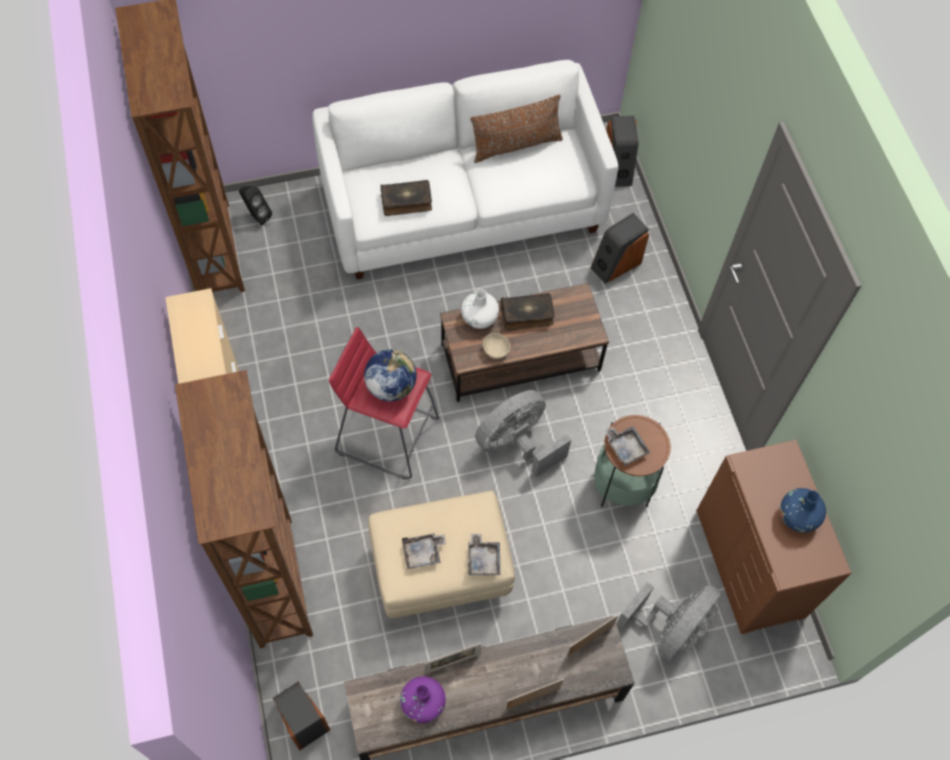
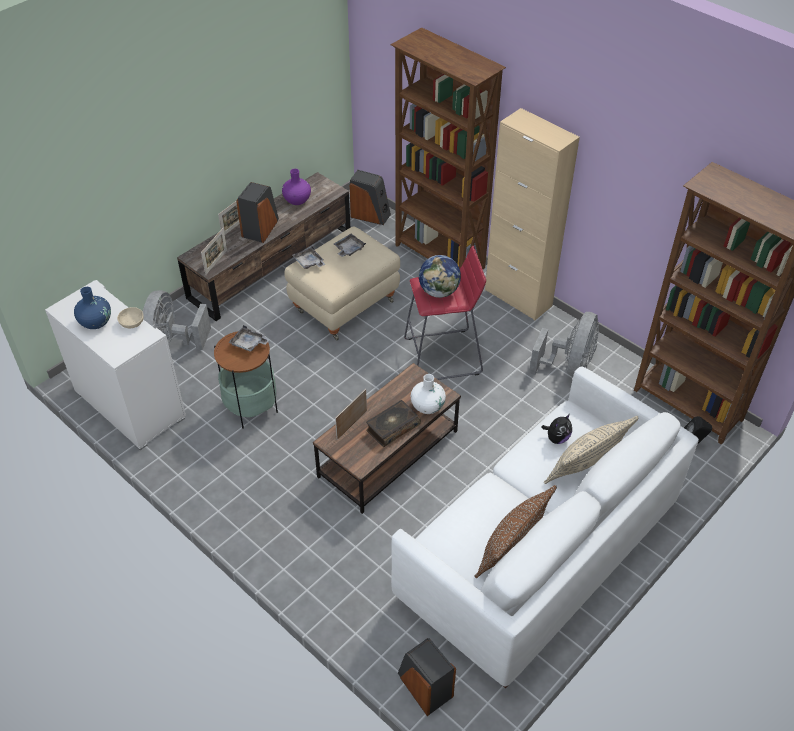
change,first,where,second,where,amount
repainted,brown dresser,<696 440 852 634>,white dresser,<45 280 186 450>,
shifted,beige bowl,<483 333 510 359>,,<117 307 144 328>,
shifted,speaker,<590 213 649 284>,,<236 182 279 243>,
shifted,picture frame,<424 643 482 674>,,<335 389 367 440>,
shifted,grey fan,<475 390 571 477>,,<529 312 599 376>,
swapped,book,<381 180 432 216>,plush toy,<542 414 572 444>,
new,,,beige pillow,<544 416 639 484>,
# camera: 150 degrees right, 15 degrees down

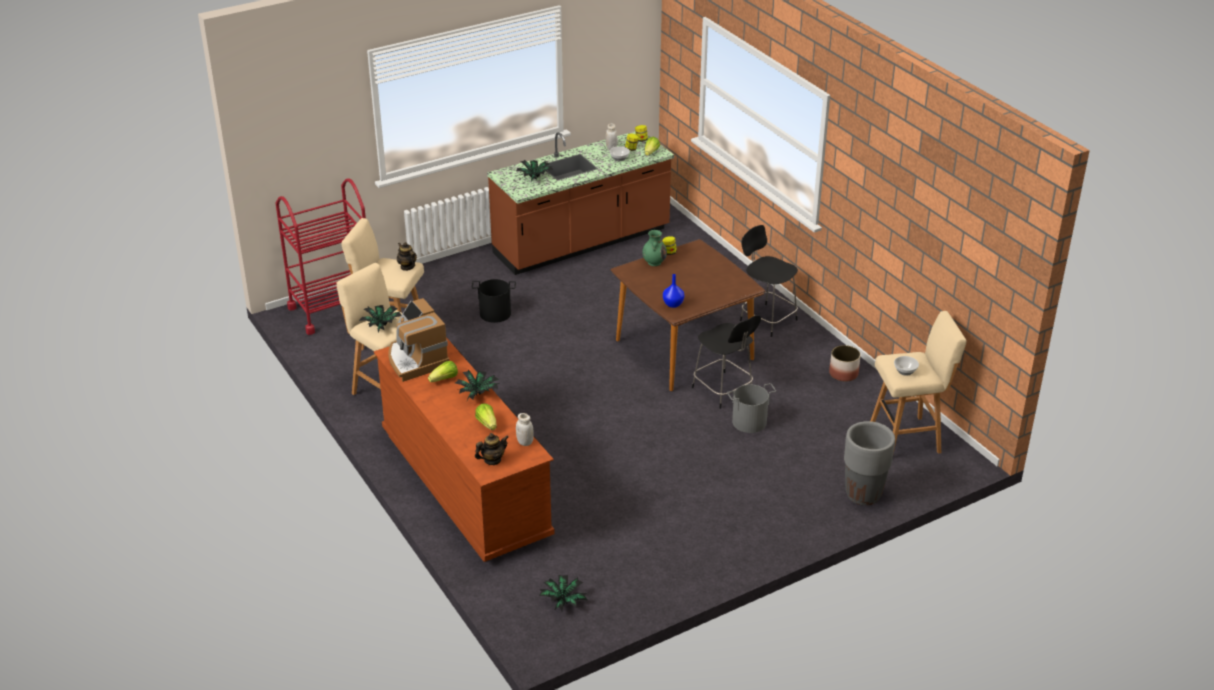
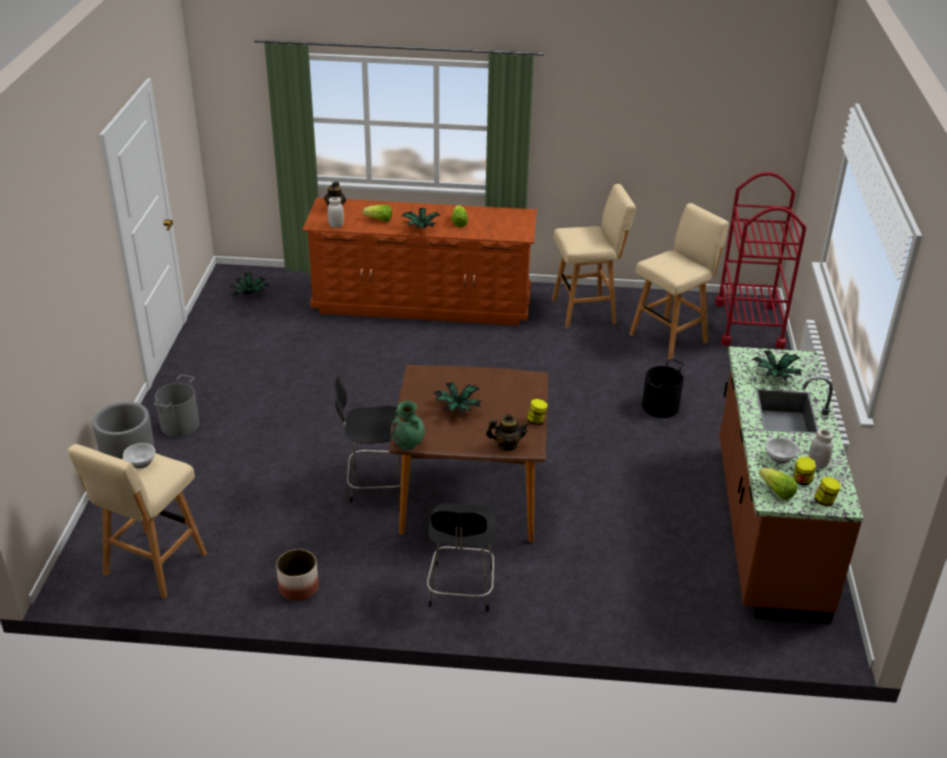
change,first,where,second,where,amount
shifted,grey bucket,<727 383 776 433>,,<154 375 200 437>,
shifted,green vase,<642 230 667 266>,,<390 401 425 450>,
rotated,black chair,<740 225 798 337>,,<427 503 496 612>,105 degrees clockwise
shifted,potted plant,<359 305 401 333>,,<433 382 484 414>,
shifted,teapot,<397 242 417 271>,,<486 414 530 451>,
gone,coffee machine,<388 298 450 382>,,,
gone,blue vase,<663 274 684 308>,,,
# camera: 125 degrees right, 0 degrees up

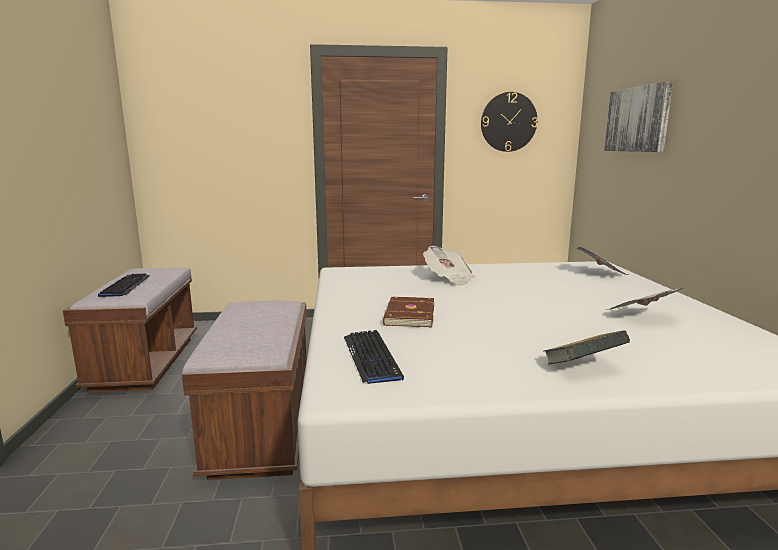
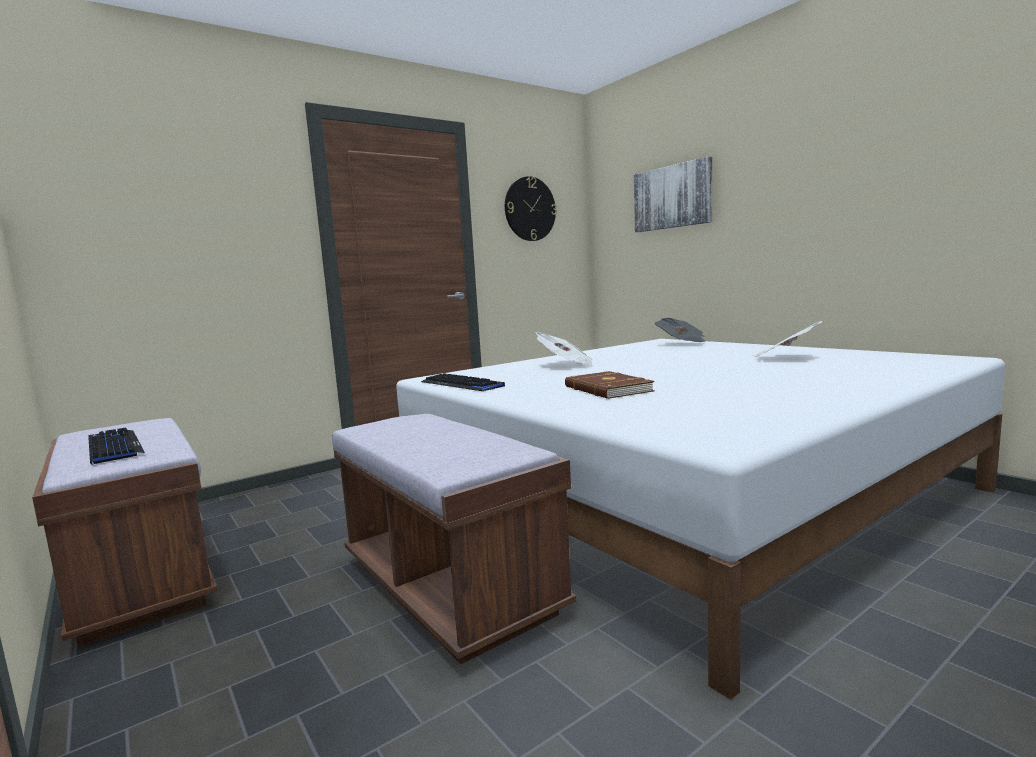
change,first,where,second,where,amount
shifted,keyboard,<344 330 404 384>,,<421 373 505 391>,
gone,book,<544 330 630 365>,,,
# camera: 30 degrees left, 5 degrees down

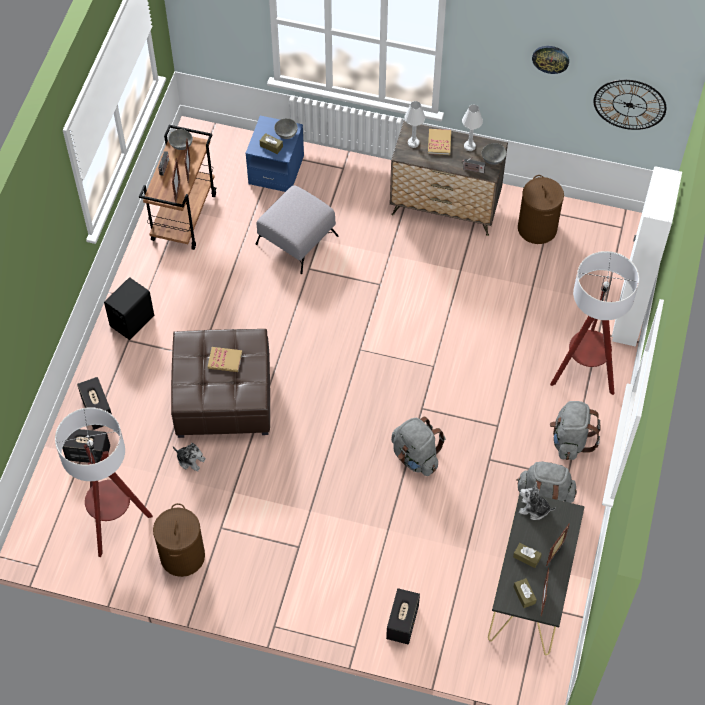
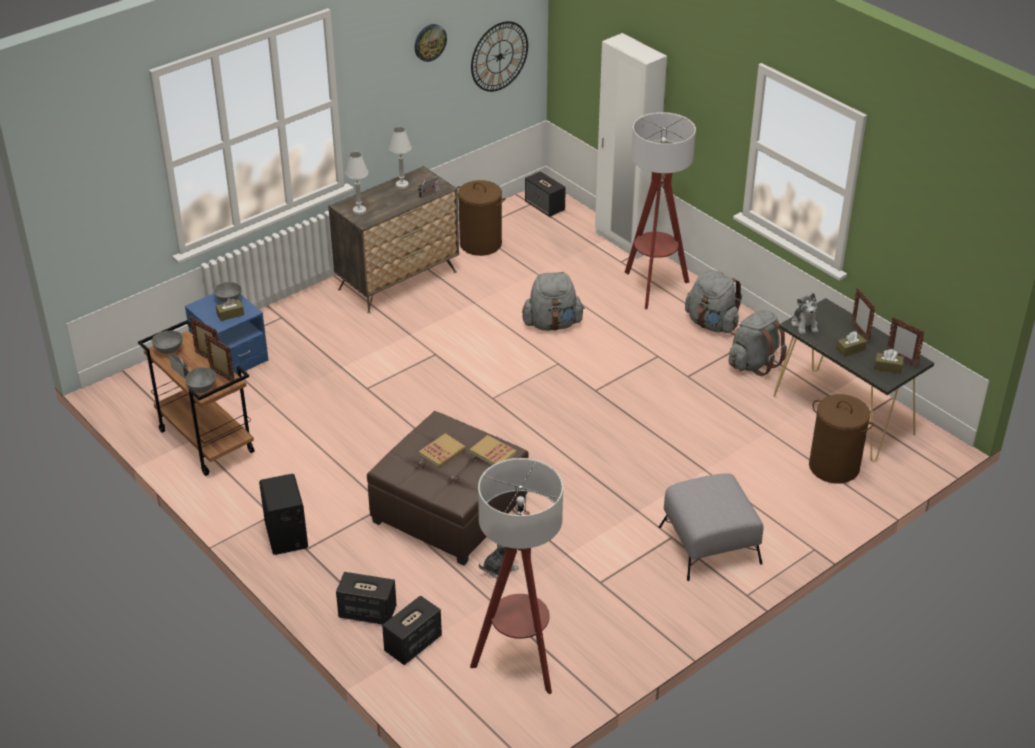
change,first,where,second,where,amount
shifted,grey bowl,<482 143 506 165>,,<185 367 216 393>,
shifted,book,<428 129 451 155>,,<469 435 517 465>,
shifted,grey backpack,<391 417 446 476>,,<522 272 585 331>,
shifted,speaker,<386 588 420 645>,,<525 171 566 217>,
shifted,grey ottoman,<256 185 338 274>,,<659 473 763 581>,
rotated,plush toy,<519 482 556 520>,,<792 293 818 334>,60 degrees counterclockwise
shifted,brown laundry basket,<153 503 205 577>,,<809 394 874 484>,
# camera: 55 degrees left, 20 degrees down

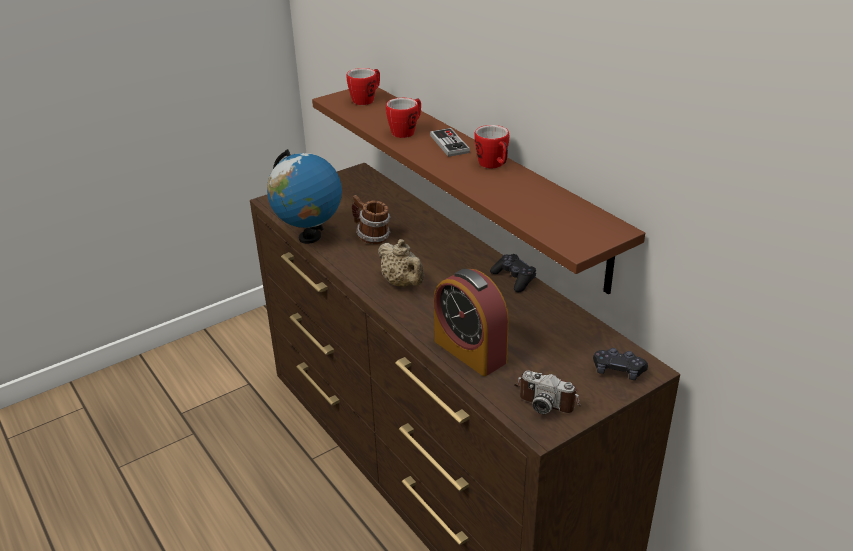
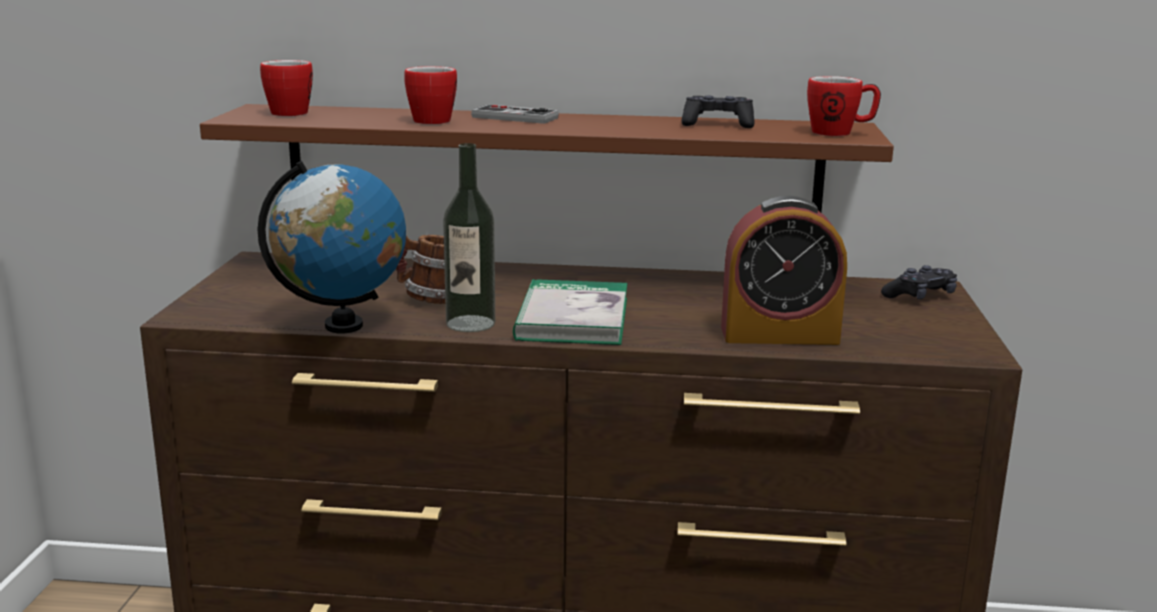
change,first,where,second,where,amount
new,,,bottle,<443 143 495 332>,
swapped,beige teapot,<378 239 424 287>,book,<513 279 628 345>,
shifted,black game controller,<490 254 536 292>,,<682 96 755 128>,
shifted,mug,<474 125 509 169>,,<807 76 881 136>,
gone,photo camera,<514 370 581 414>,,,
# camera: 50 degrees left, 15 degrees down

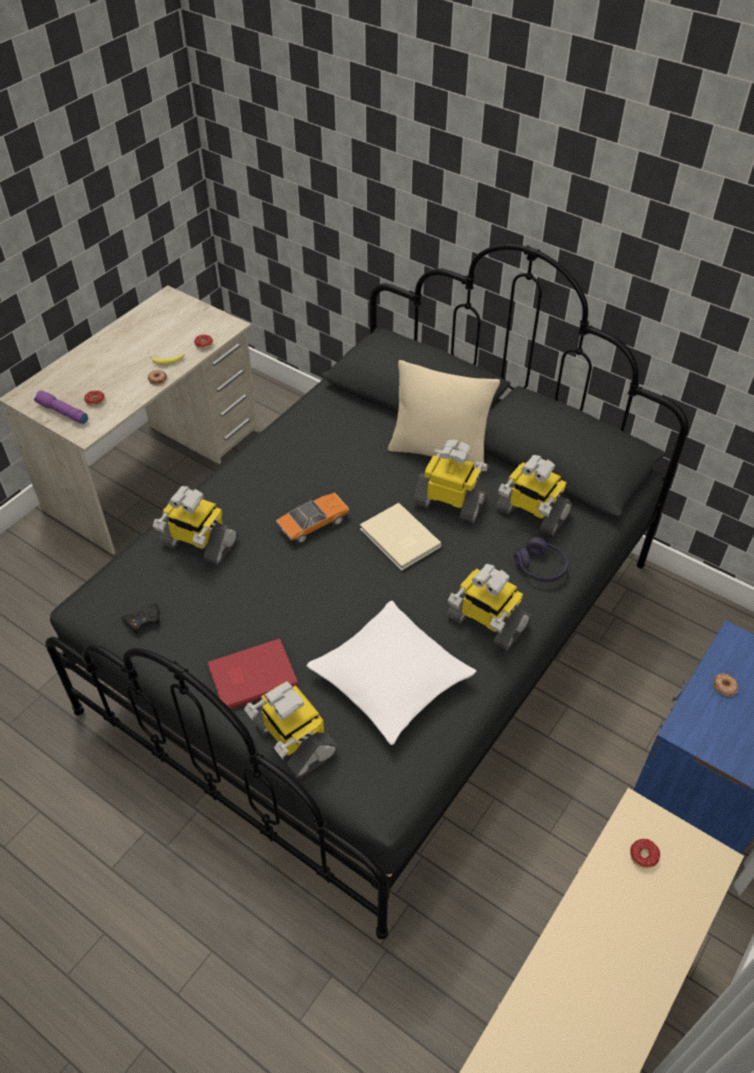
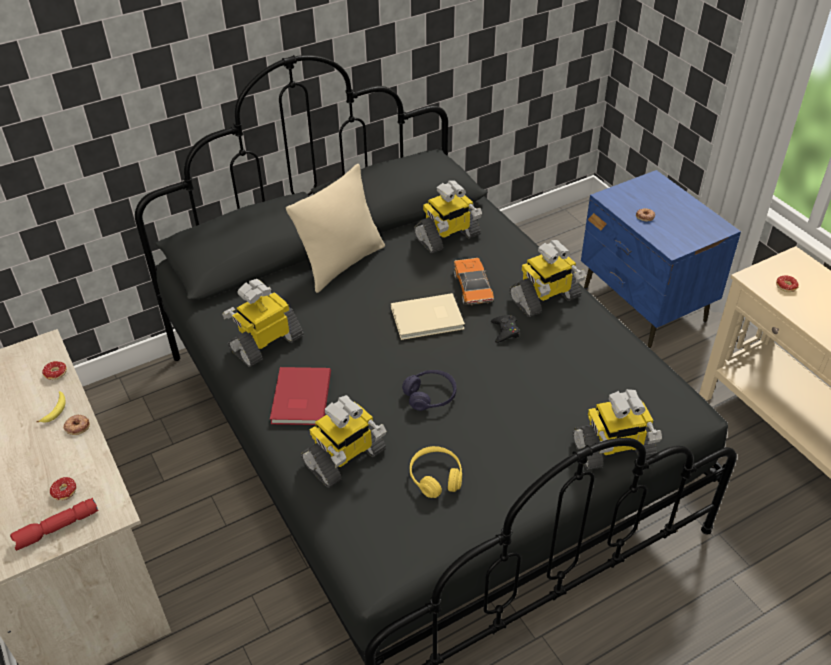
change,first,where,second,where,amount
repainted,purple flashlight,<34 391 88 424>,red flashlight,<10 498 99 551>,
shifted,toy robot,<413 440 488 523>,,<222 279 303 367>,
shifted,red book,<208 638 298 709>,,<270 367 331 425>,
shifted,purple headphones,<514 537 568 582>,,<402 370 456 411>,
new,,,yellow headphones,<410 446 462 498>,
shifted,toy car,<276 493 350 543>,,<454 258 494 306>,
shifted,black game controller,<122 603 159 634>,,<491 315 520 343>,
gone,white pillow,<306 600 477 745>,,,
# camera: 65 degrees left, 5 degrees down

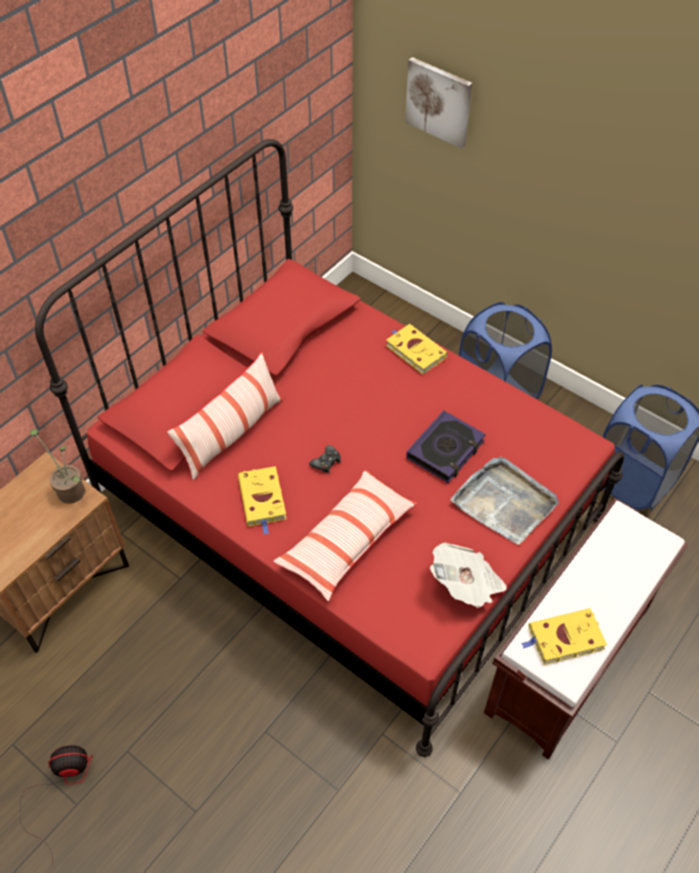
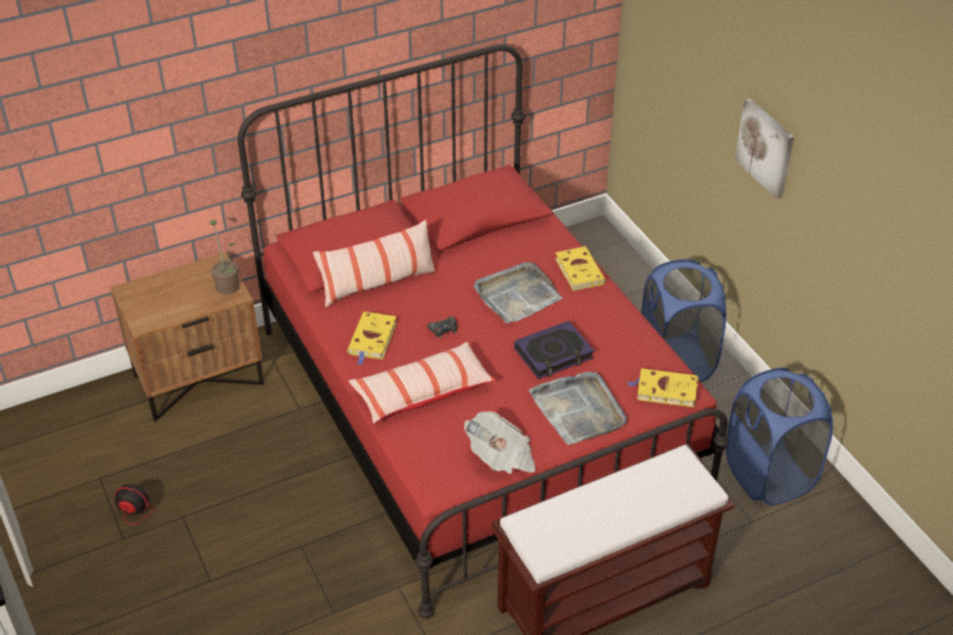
change,first,where,second,where,amount
new,,,grey tray,<474 262 562 324>,
shifted,yellow book,<521 608 607 665>,,<628 368 698 407>,
shifted,picture,<405 57 472 149>,,<735 98 794 199>,
# camera: 25 degrees right, 10 degrees down

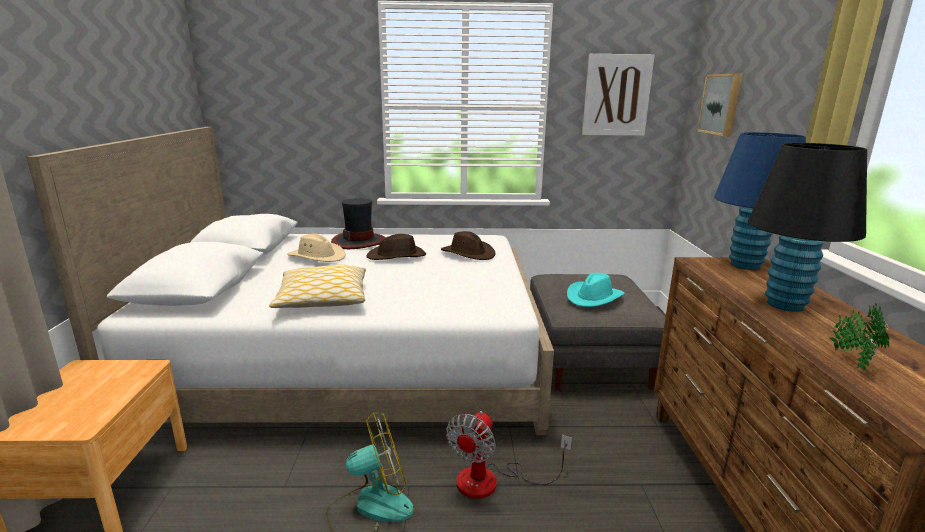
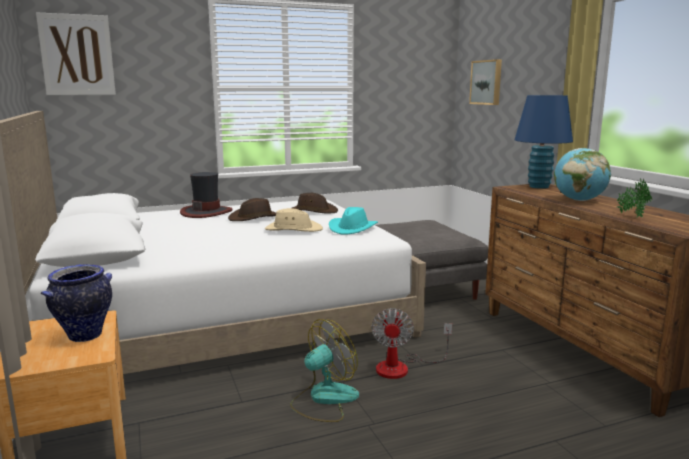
change,first,where,second,where,amount
shifted,picture,<582 54 655 136>,,<36 12 116 95>,
new,,,vase,<41 264 112 342>,
shifted,beige hat,<287 234 346 262>,,<265 208 323 232>,
shifted,turquoise hat,<567 273 625 307>,,<329 207 378 234>,
swapped,black table lamp,<748 143 867 312>,globe,<554 148 611 201>,
gone,pillow,<269 264 366 308>,,,
# camera: 20 degrees left, 5 degrees down

